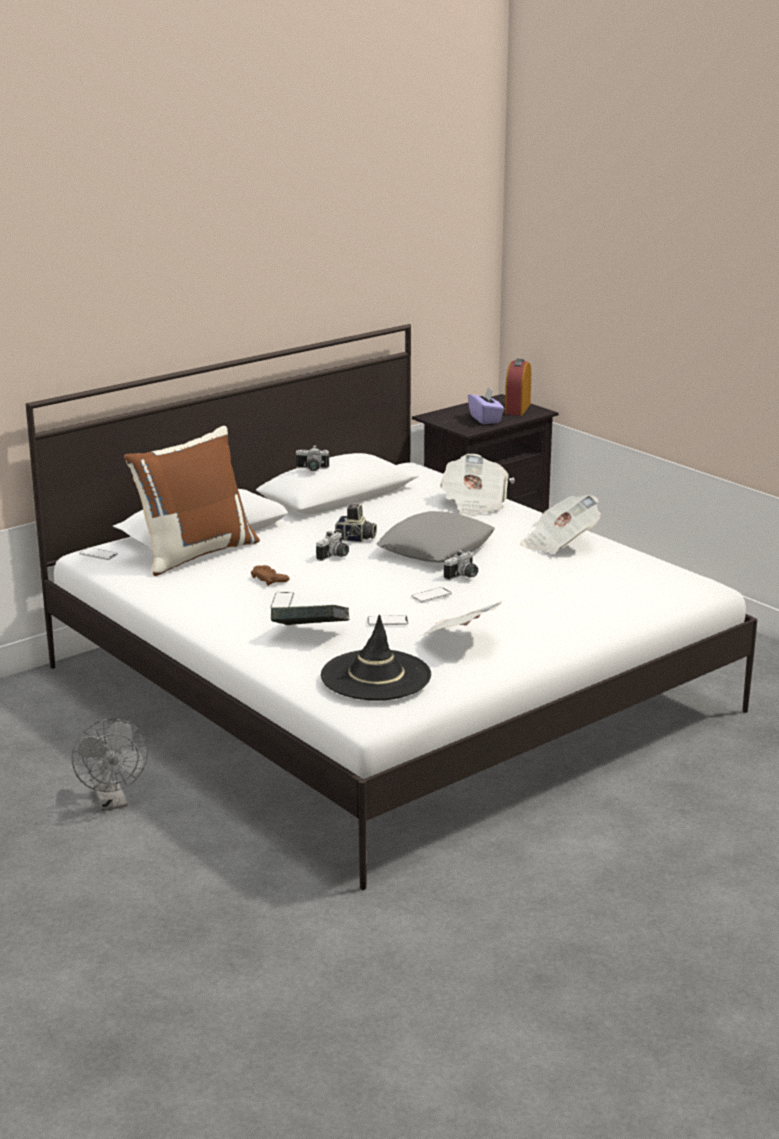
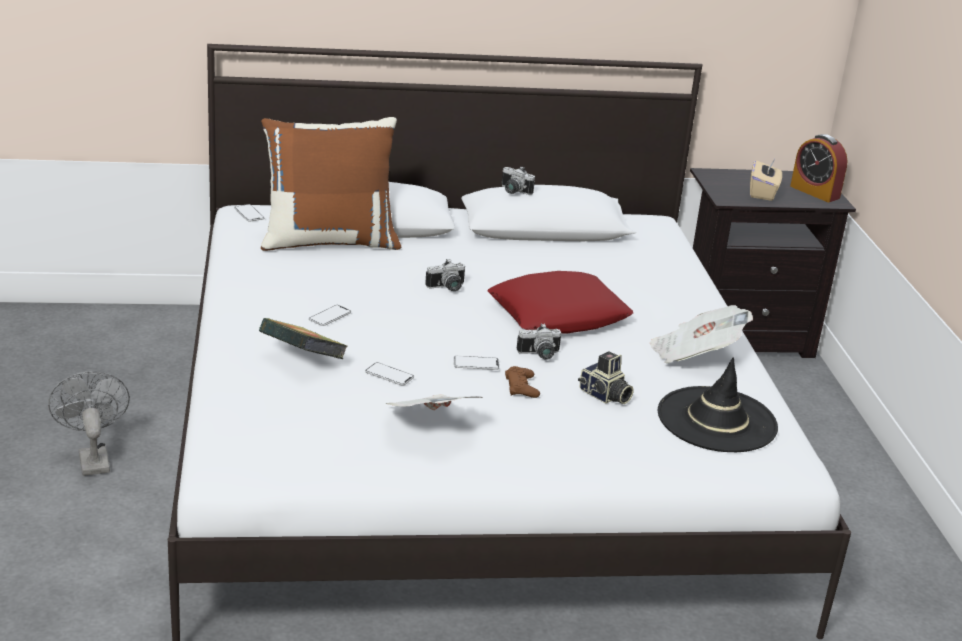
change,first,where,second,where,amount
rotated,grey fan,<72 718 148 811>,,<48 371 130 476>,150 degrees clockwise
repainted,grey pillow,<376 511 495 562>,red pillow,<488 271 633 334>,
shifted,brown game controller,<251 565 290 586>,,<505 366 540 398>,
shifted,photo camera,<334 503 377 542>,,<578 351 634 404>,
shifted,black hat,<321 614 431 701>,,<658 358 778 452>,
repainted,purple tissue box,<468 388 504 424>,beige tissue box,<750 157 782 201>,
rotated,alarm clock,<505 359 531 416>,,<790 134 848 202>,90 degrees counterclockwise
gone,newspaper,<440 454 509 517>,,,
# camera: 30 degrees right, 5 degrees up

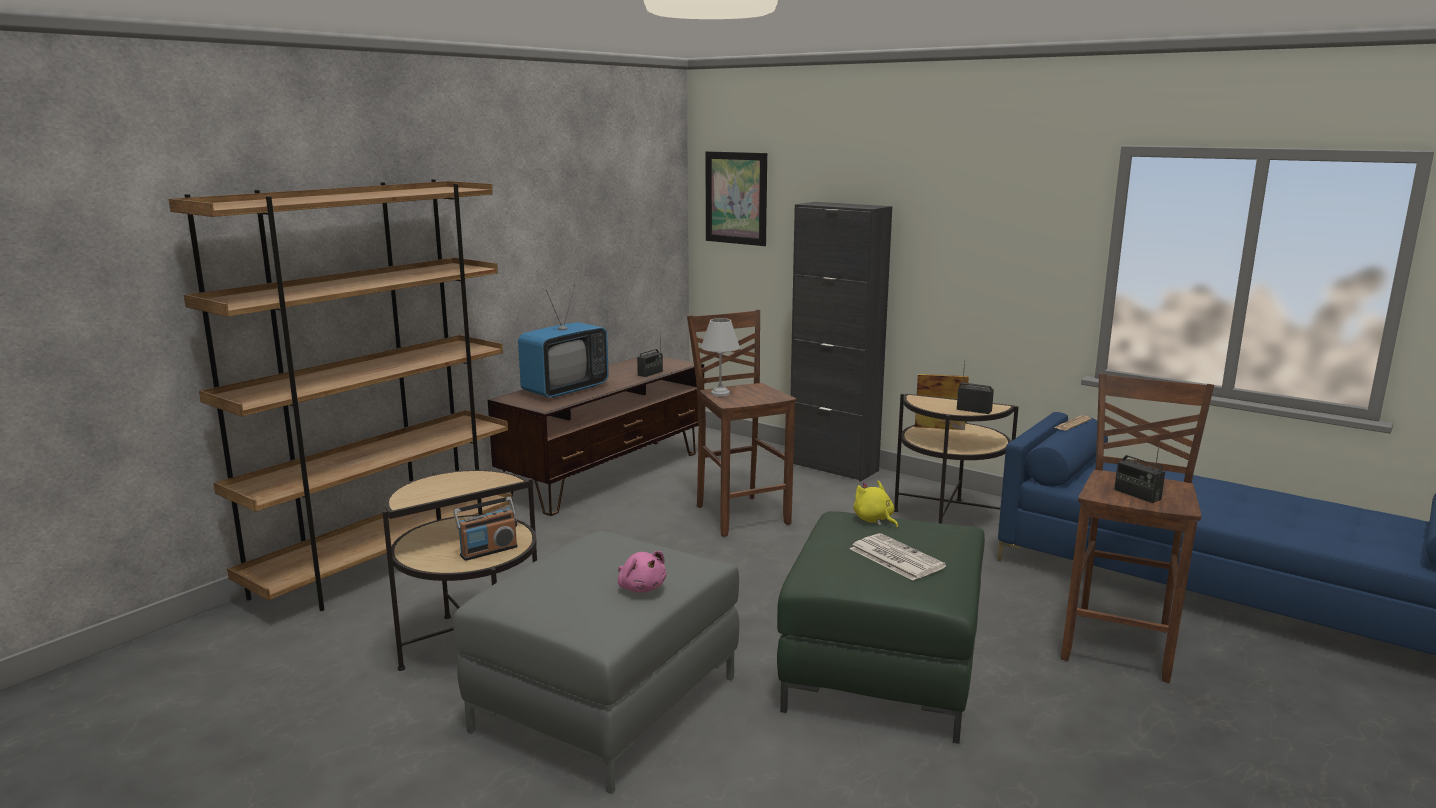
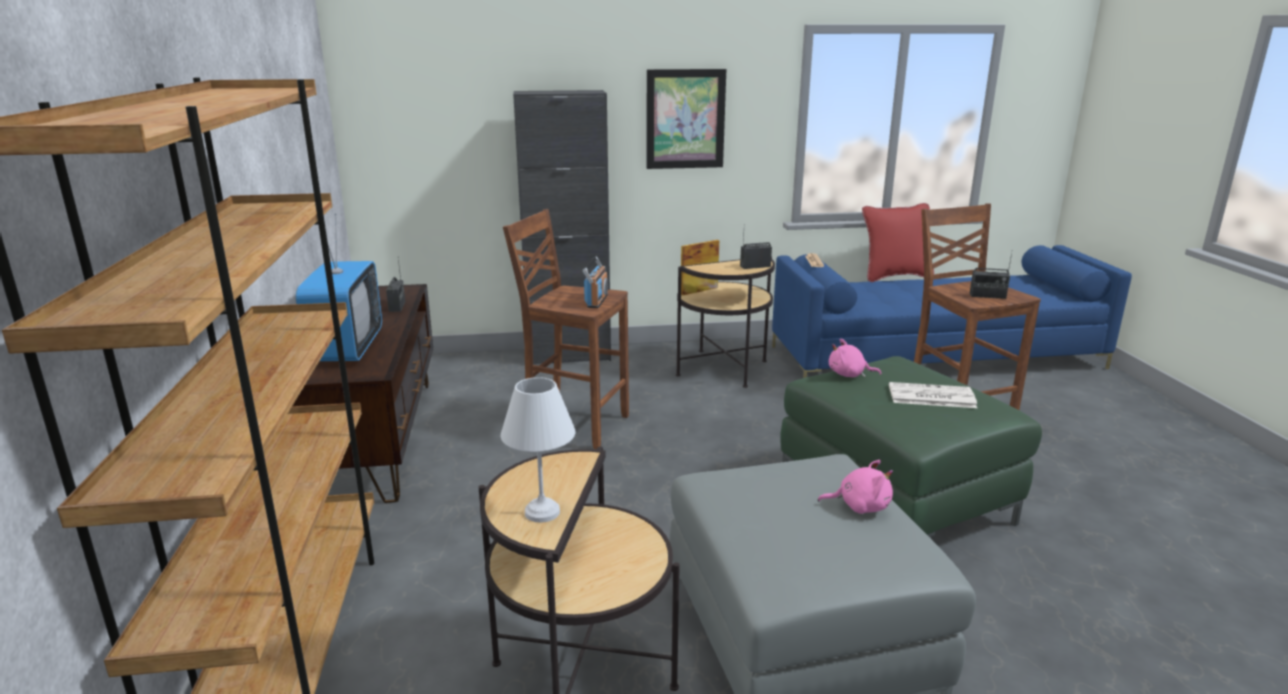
change,first,where,second,where,amount
shifted,white table lamp,<701 318 740 397>,,<501 377 576 523>,
shifted,radio,<453 497 518 561>,,<582 256 608 308>,
shifted,picture,<705 151 767 246>,,<647 69 726 169>,
repainted,yellow plush toy,<853 480 898 529>,pink plush toy,<829 339 881 377>,
new,,,red pillow,<862 203 934 282>,
# camera: 45 degrees left, 5 degrees up

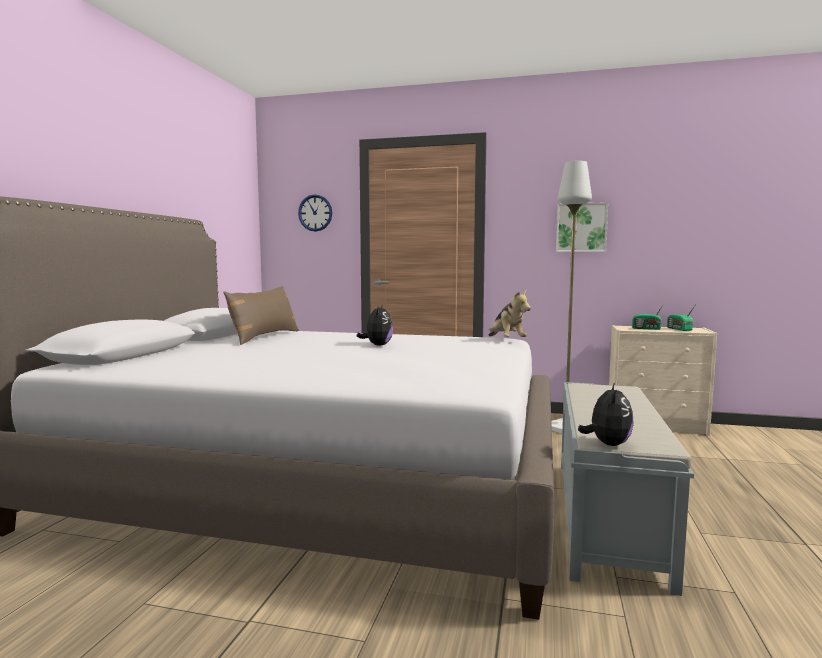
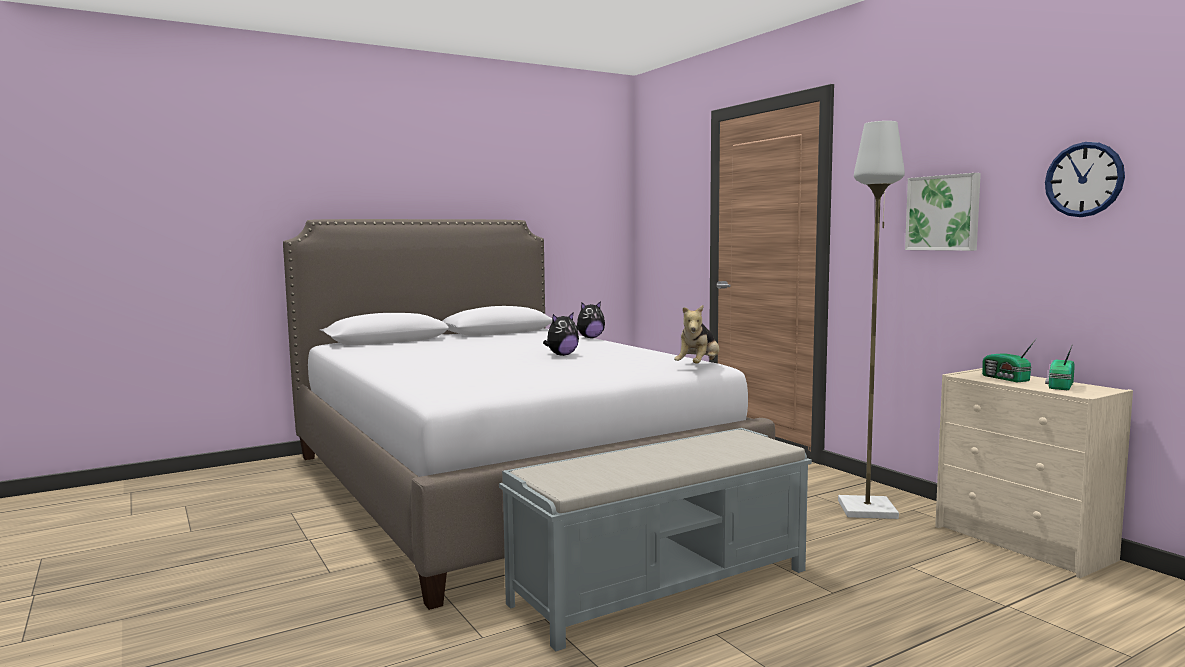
change,first,where,second,where,amount
shifted,plush toy,<578 382 634 446>,,<576 301 605 338>,
shifted,wall clock,<298 194 332 232>,,<1045 142 1125 217>,
gone,brown pillow,<223 286 299 345>,,,
# camera: 45 degrees right, 0 degrees up

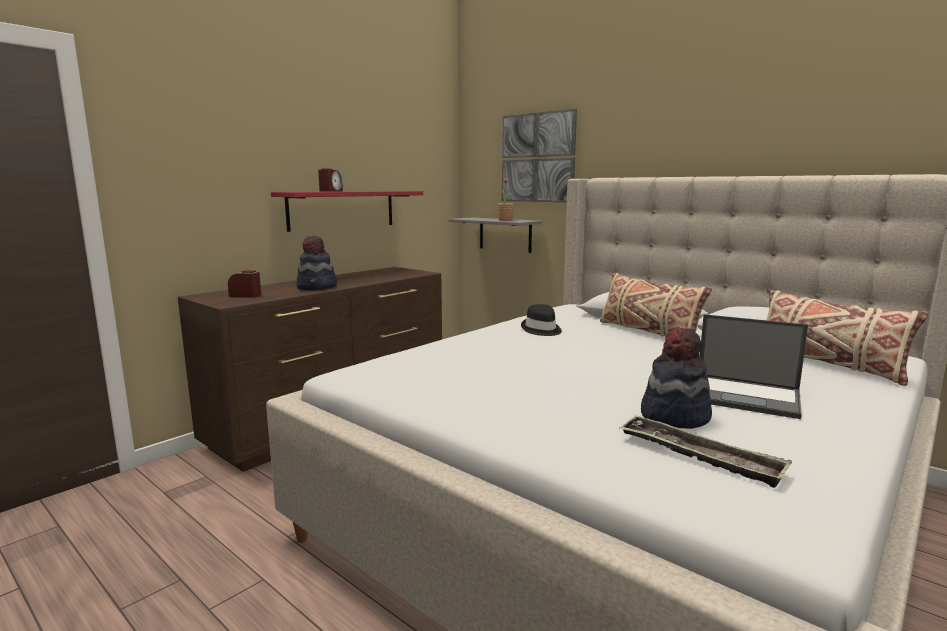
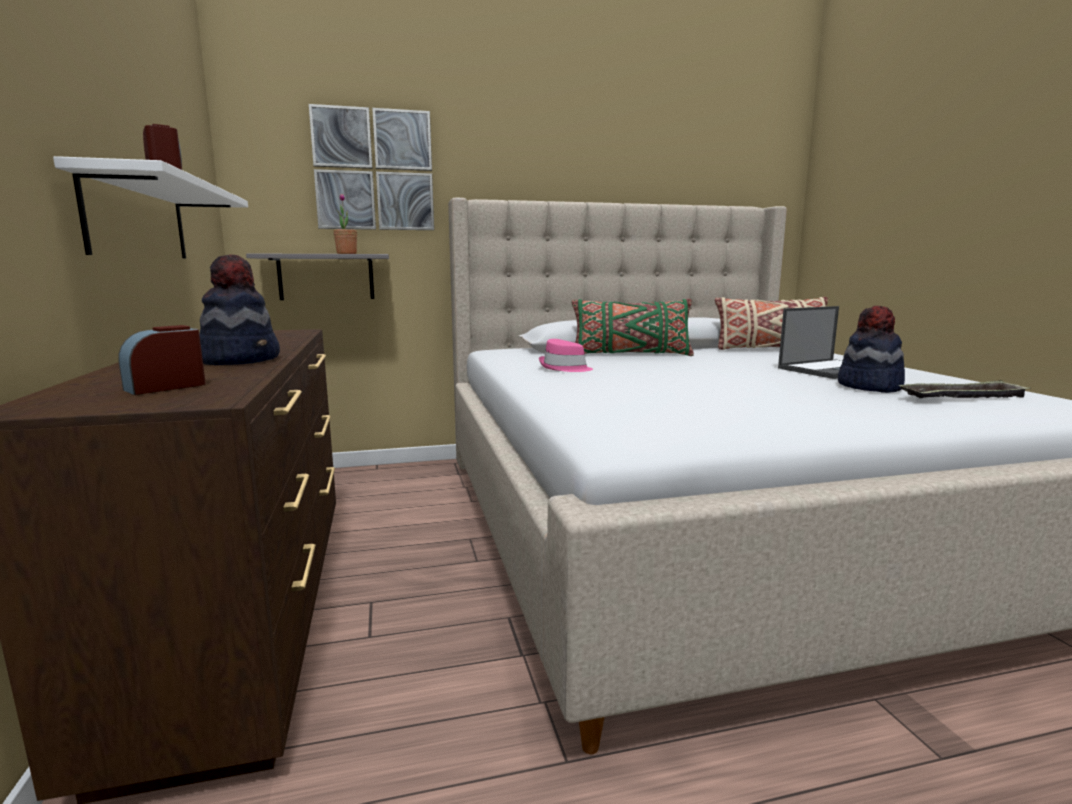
change,first,where,second,where,amount
repainted,red shelf,<271 191 423 232>,white shelf,<53 156 248 258>,
repainted,black hat,<521 304 562 336>,pink hat,<539 339 593 372>,
repainted,beige pillow,<600 273 712 337>,green pillow,<572 299 694 356>,
# camera: 55 degrees left, 0 degrees up

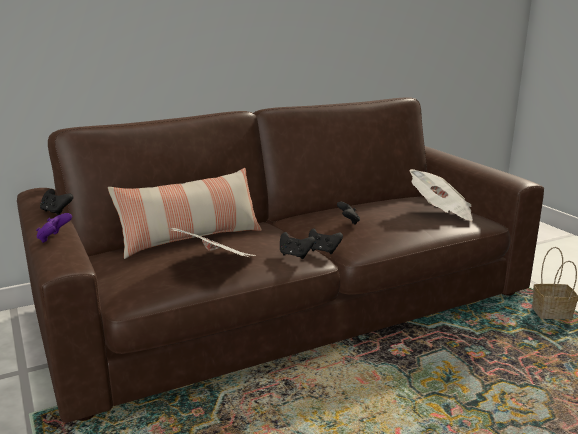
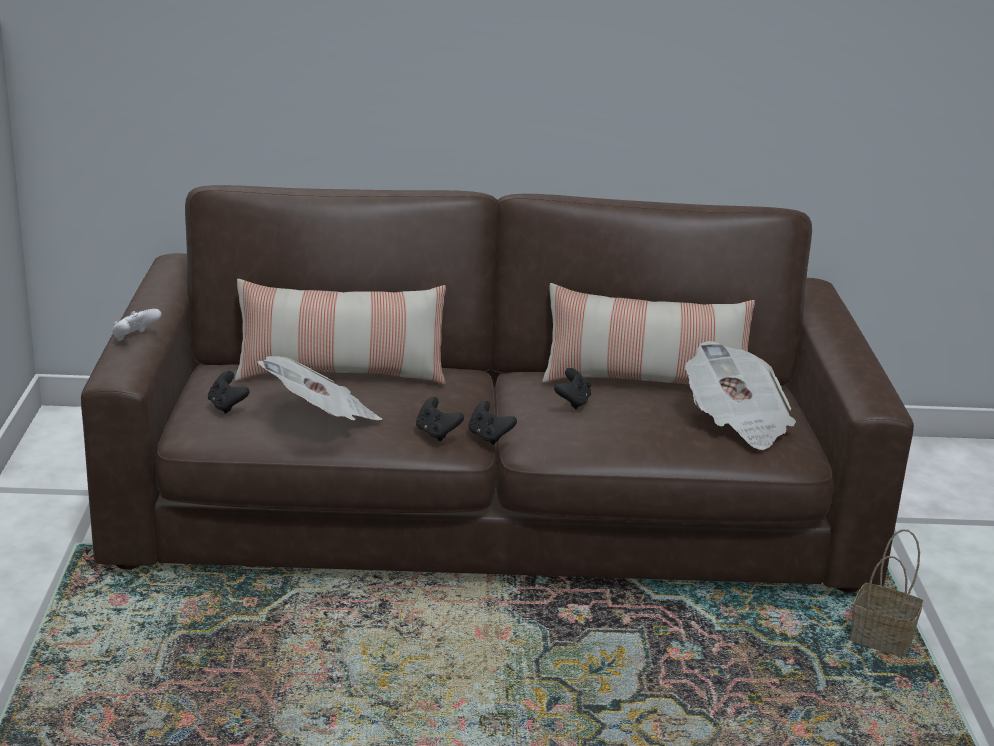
change,first,where,second,where,amount
repainted,purple game controller,<36 213 72 243>,white game controller,<112 309 162 341>,
shifted,black game controller,<40 189 73 215>,,<208 371 250 414>,
new,,,pillow,<542 283 755 385>,
# camera: 25 degrees right, 5 degrees up

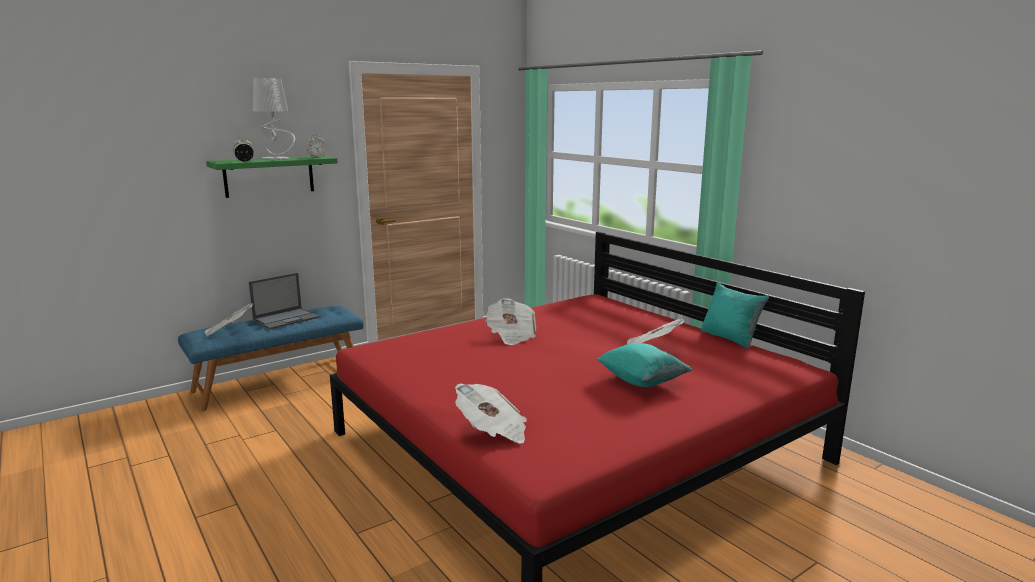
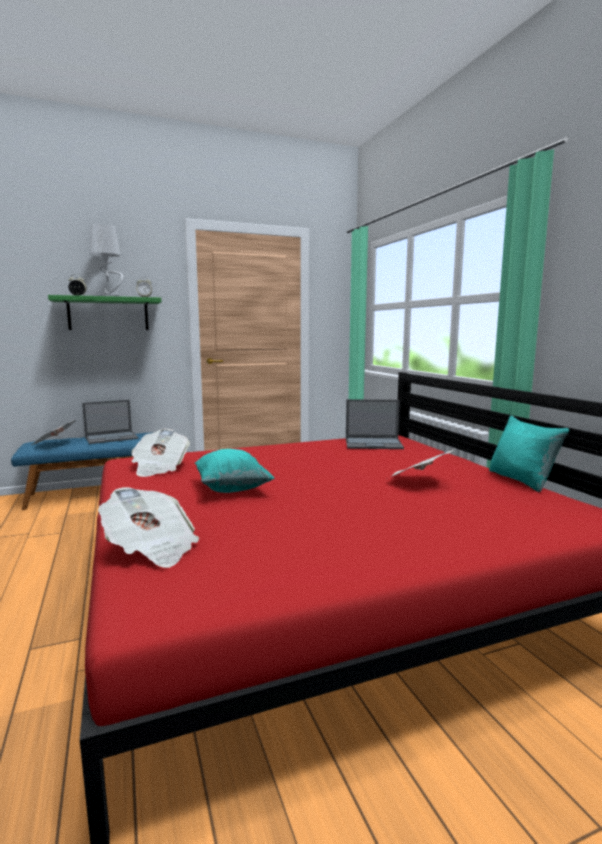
change,first,where,second,where,amount
shifted,newspaper,<485 298 536 345>,,<131 429 190 477>,
shifted,turquoise pillow,<597 343 692 387>,,<195 449 274 493>,
new,,,laptop,<346 399 404 449>,
# camera: 15 degrees right, 5 degrees down

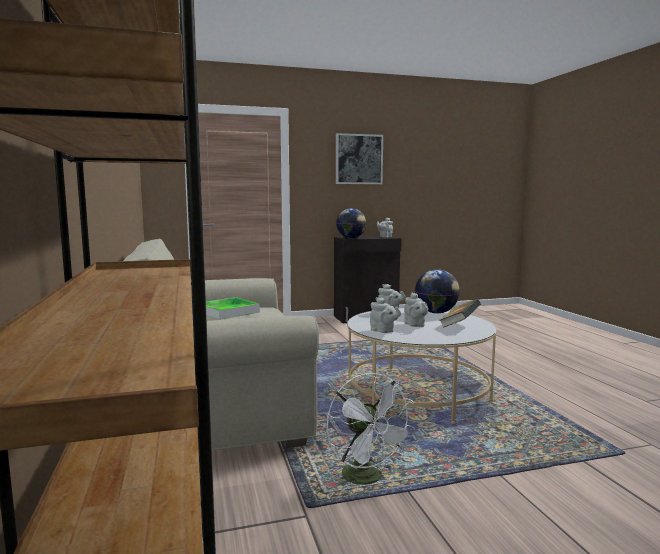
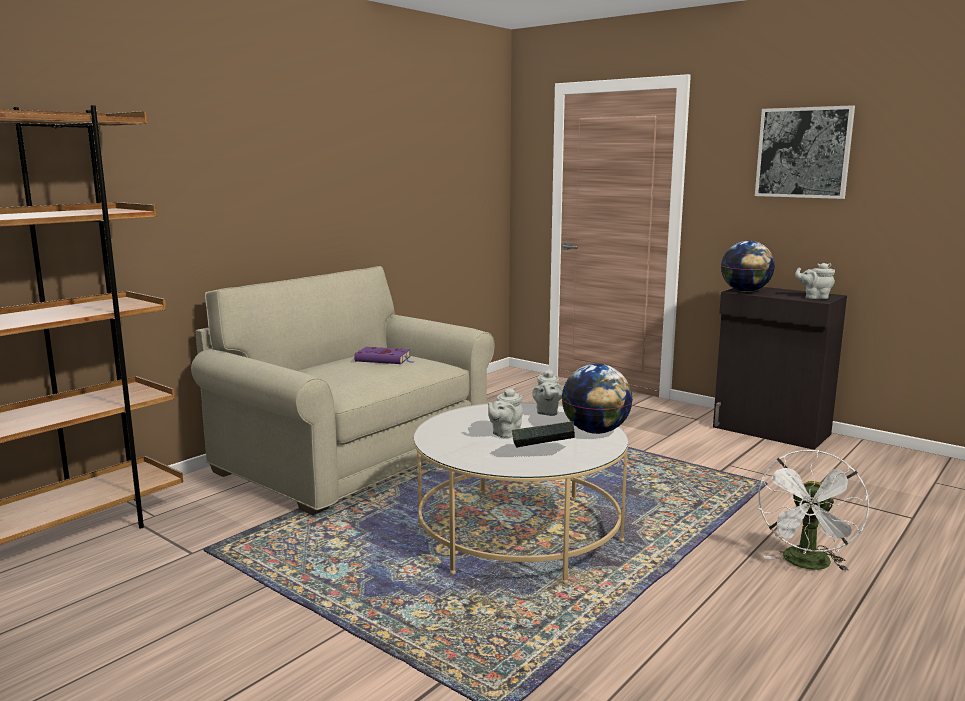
change,first,where,second,where,amount
swapped,tray,<206 297 260 320>,purple book,<354 347 413 364>,
shifted,white fan,<327 373 416 491>,,<758 450 869 571>,
gone,grey teapot,<370 297 401 333>,,,
# camera: 55 degrees right, 5 degrees up

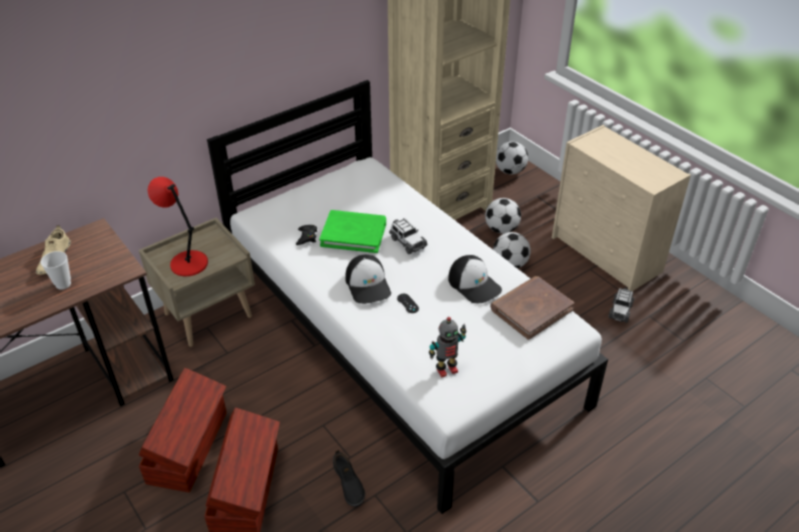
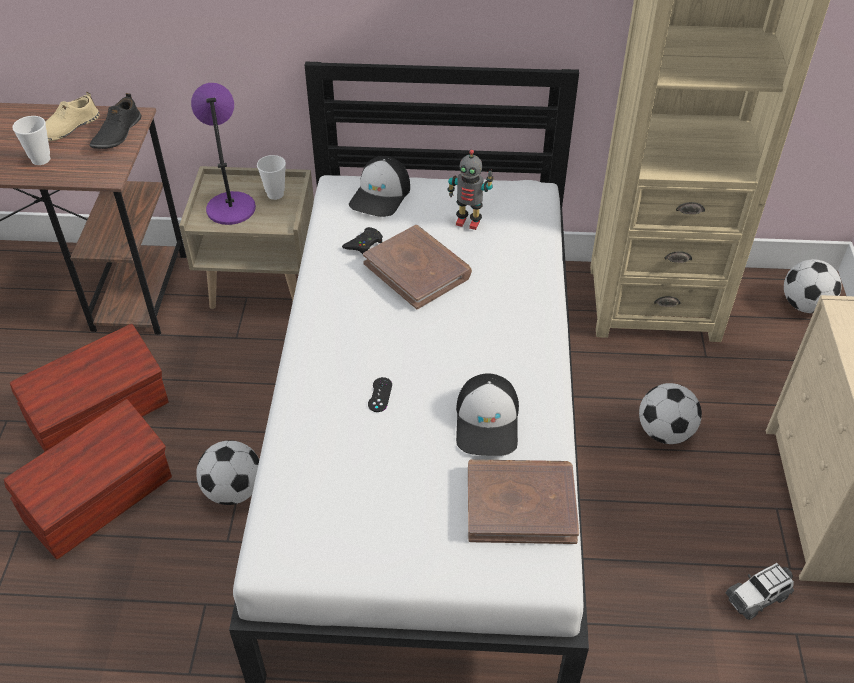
change,first,where,second,where,amount
shifted,black shoe,<333 450 365 507>,,<89 93 141 149>,
repainted,red table lamp,<148 177 208 276>,purple table lamp,<191 83 256 225>,
shifted,football,<485 198 521 234>,,<196 440 259 505>,
new,,,cup,<257 155 286 200>,
shifted,cap,<345 255 391 304>,,<349 156 410 217>,
repainted,green book,<319 210 386 253>,brown book,<363 225 472 309>,
shifted,toy robot,<429 317 466 378>,,<448 150 494 230>,
gone,toy car,<389 218 427 254>,,,
# camera: 40 degrees right, 5 degrees up

